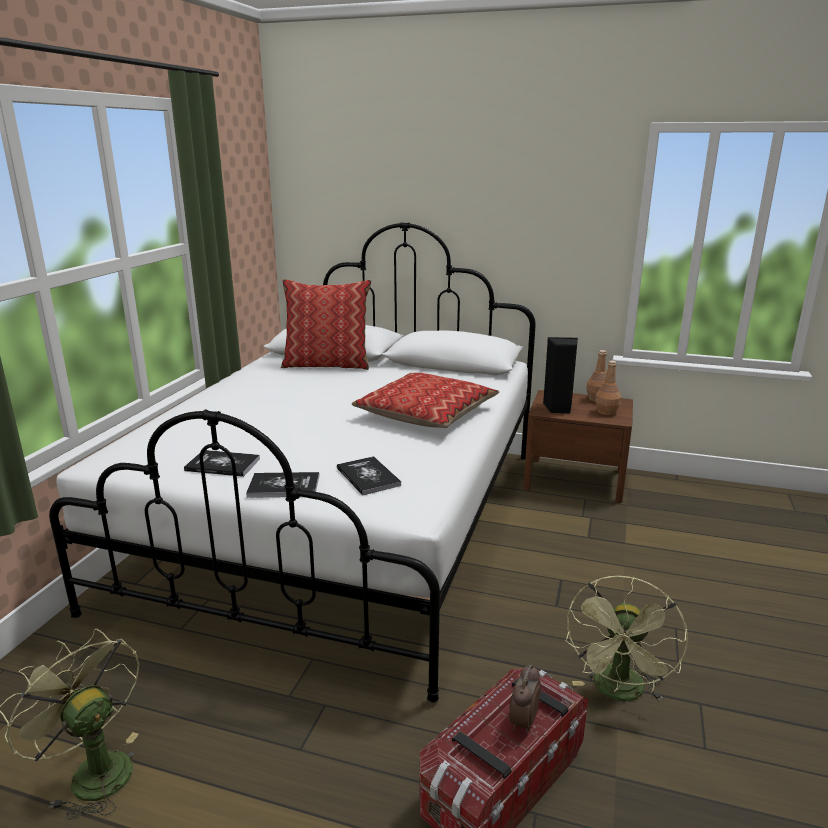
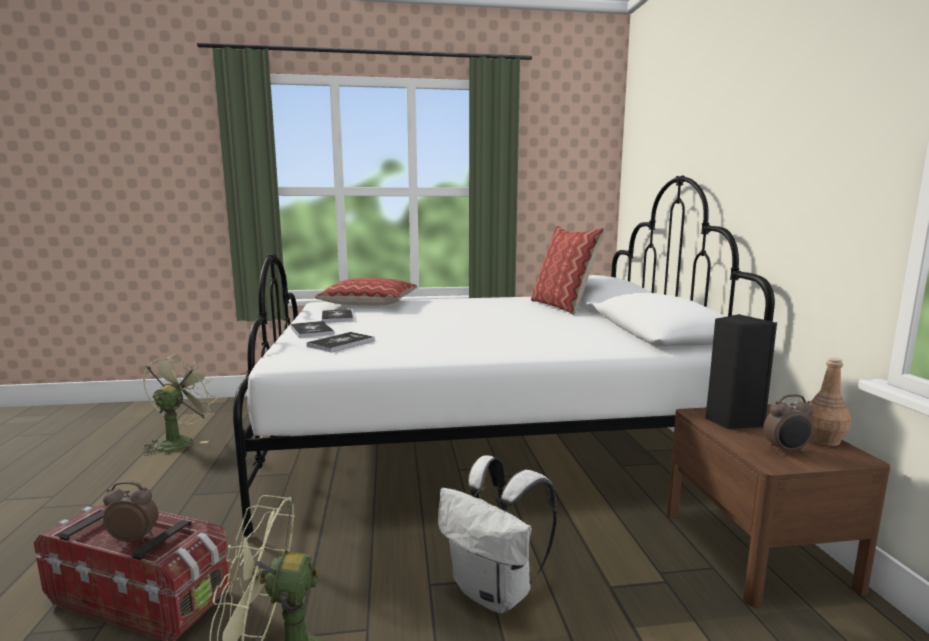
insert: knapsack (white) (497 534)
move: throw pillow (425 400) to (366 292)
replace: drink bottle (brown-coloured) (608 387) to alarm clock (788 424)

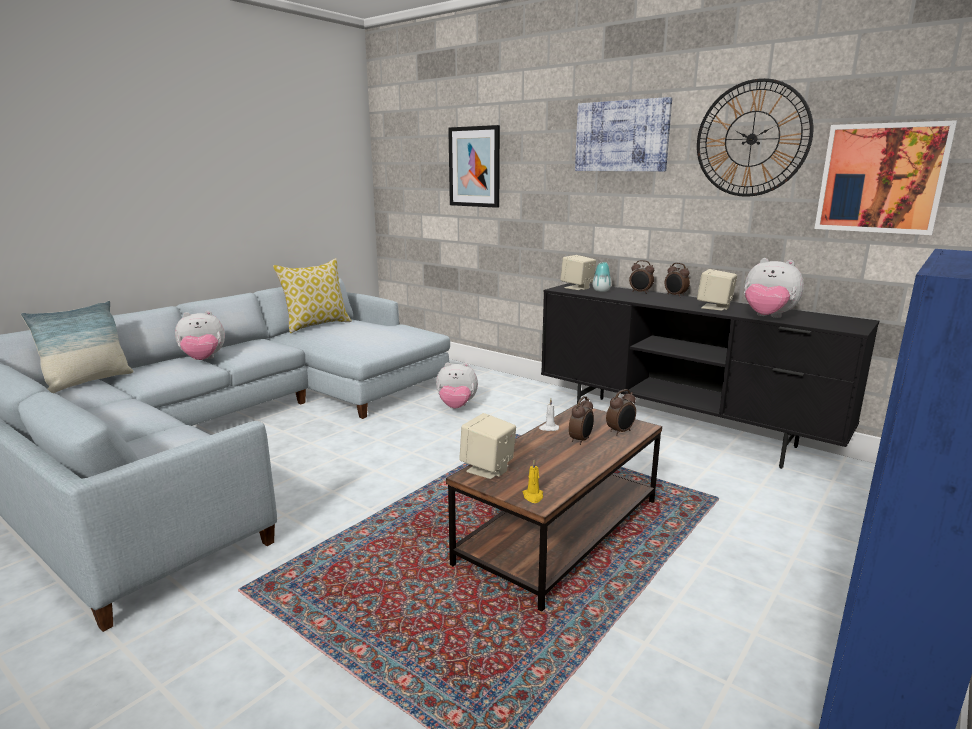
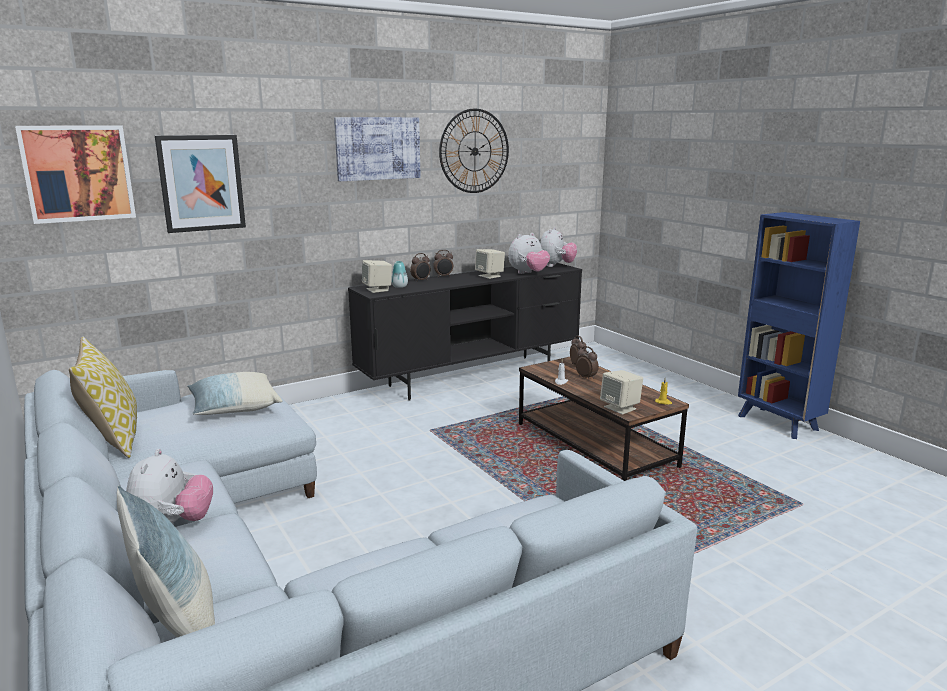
insert: throw pillow (234 393)
move: wall art (885 177) to (75 174); cuddly toy (457 386) to (558 247)

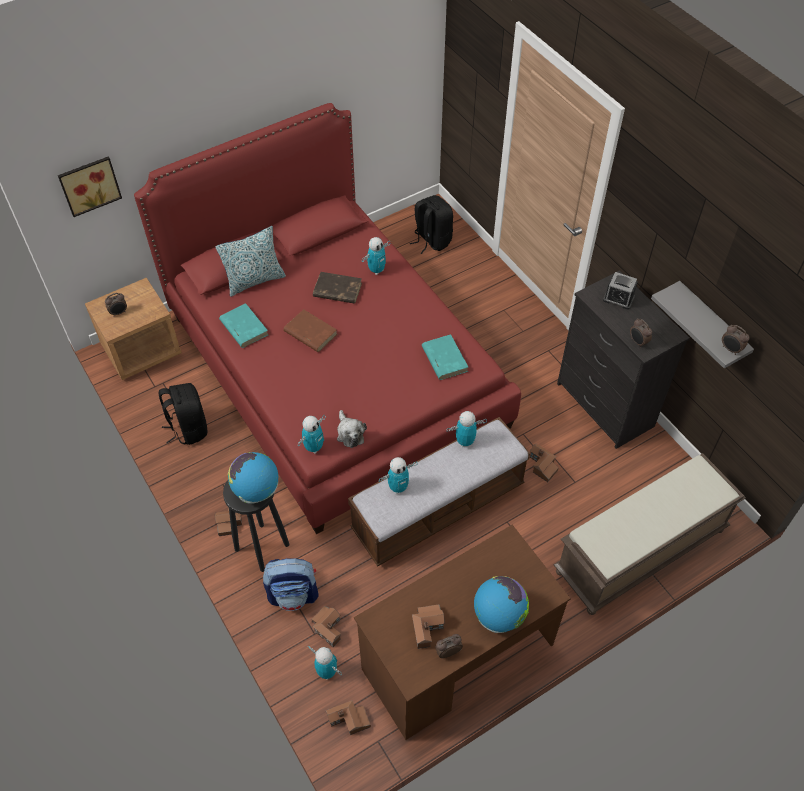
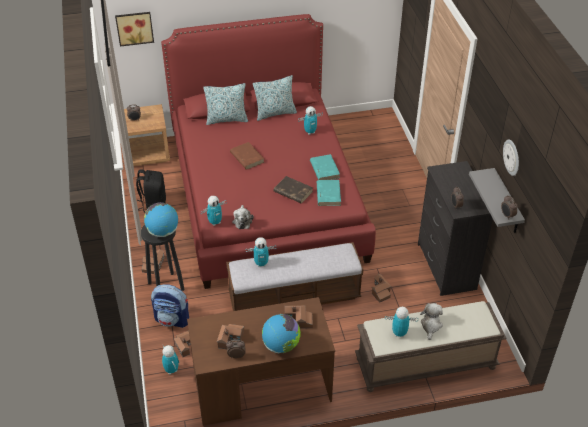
delete: knapsack (blackish) (431 224); alarm clock (620 291)
insert: throw pillow (275 98); cuddly toy (431 321); clock on the wall (511 157)
move: bound book (brown-coloured) (337 288) to (293 190); miniature house (348 717) to (299 316); bound book (turquoise) (243 325) to (325 167); model robot (466 429) to (401 322)

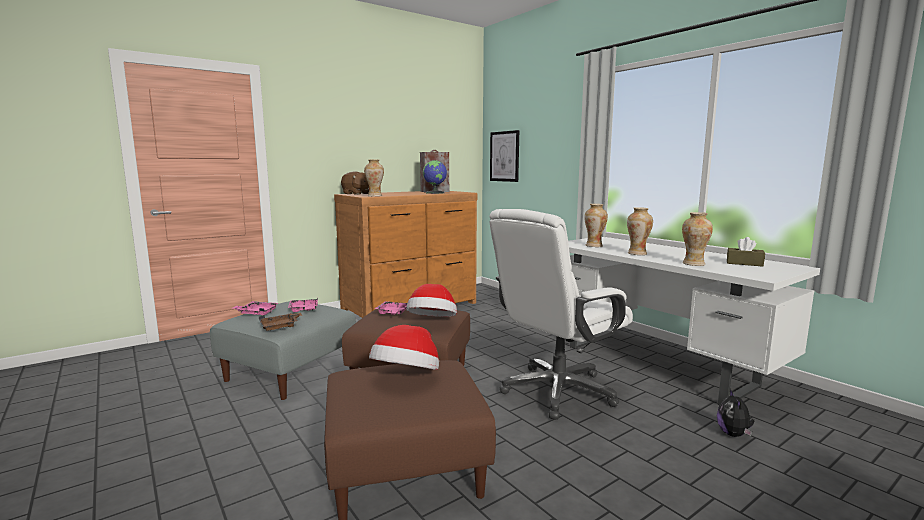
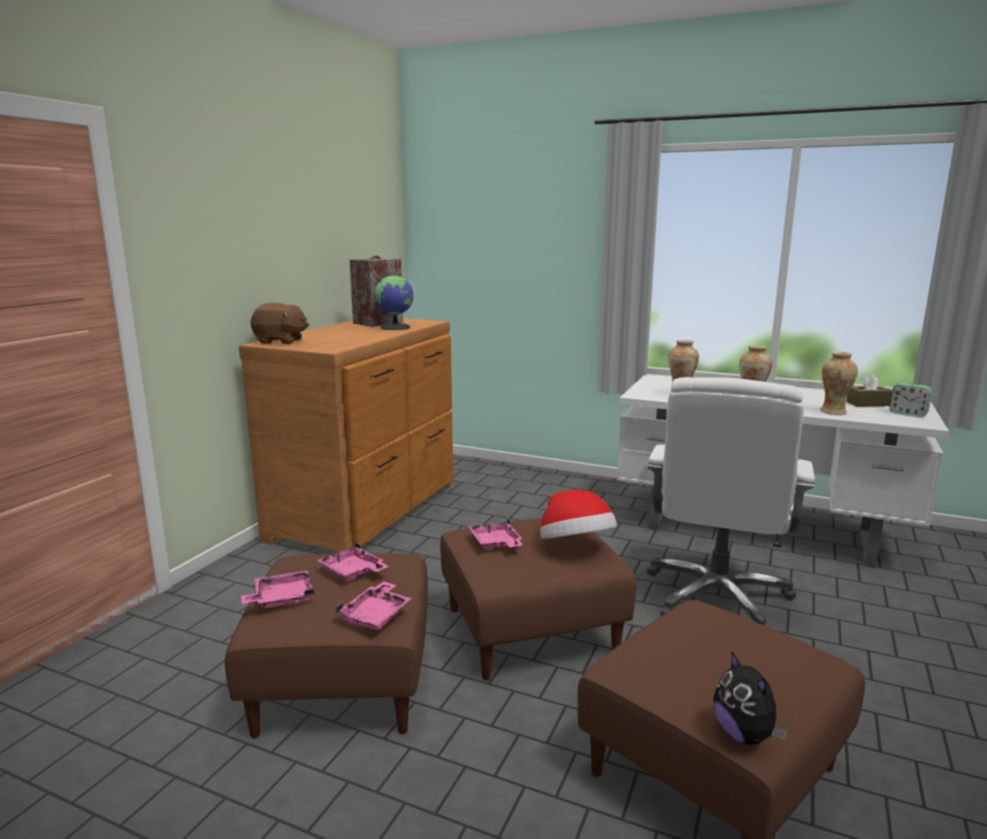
delete: vase (374 177); wearable hat (404 347); wall art (504 156)
insert: alarm clock (910 400)
move: cuddly toy (735 413) to (750 698)
recolor: pouffe (greyish) (283 350) to pouffe (brown-coloured) (326 645); carrying tray (brown-coloured) (280 322) to carrying tray (pink-coloured) (373 605)

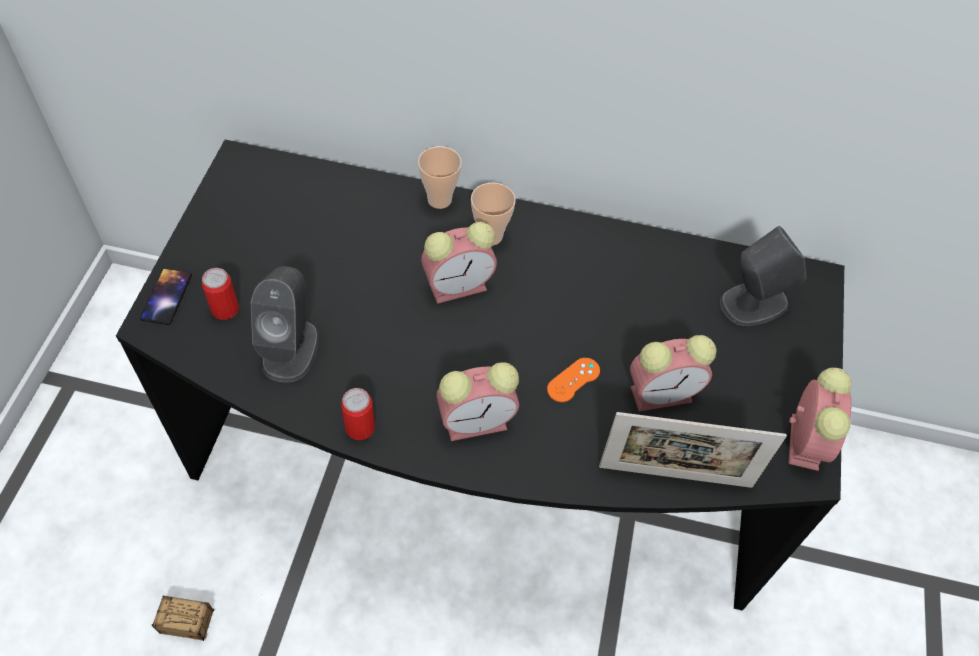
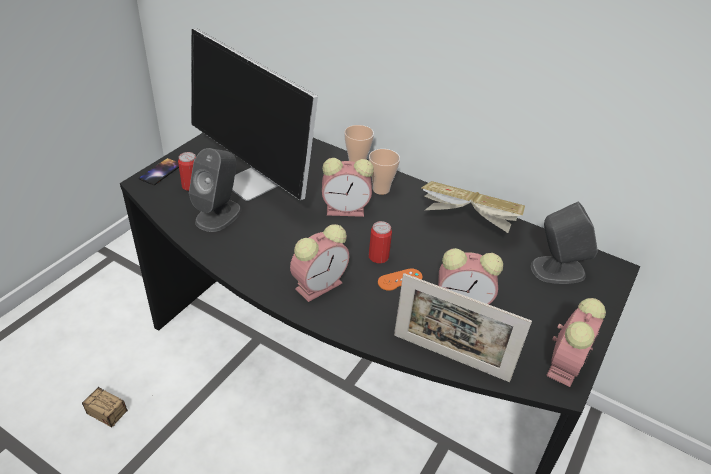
insert: monitor (254 115); bound book (473 207)
move: can (358 414) to (380 242)
rotate: alarm clock (477 401) = (319 263) 45 degrees counterclockwise

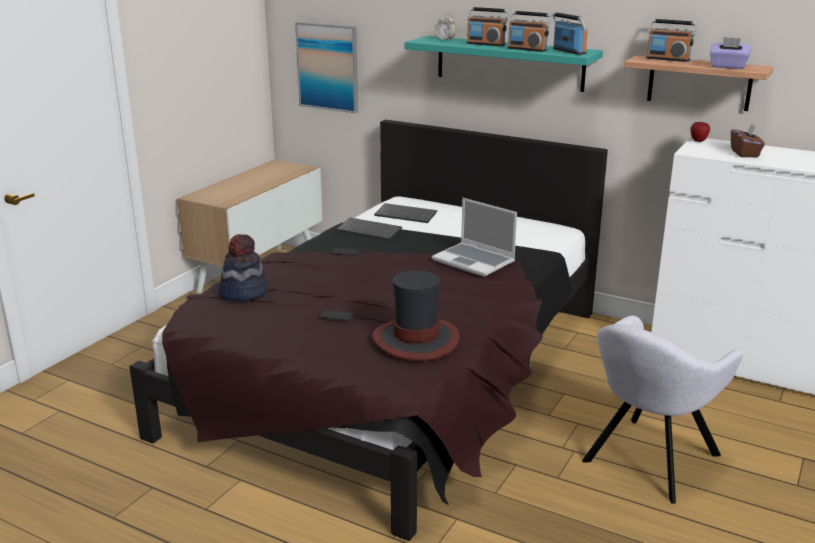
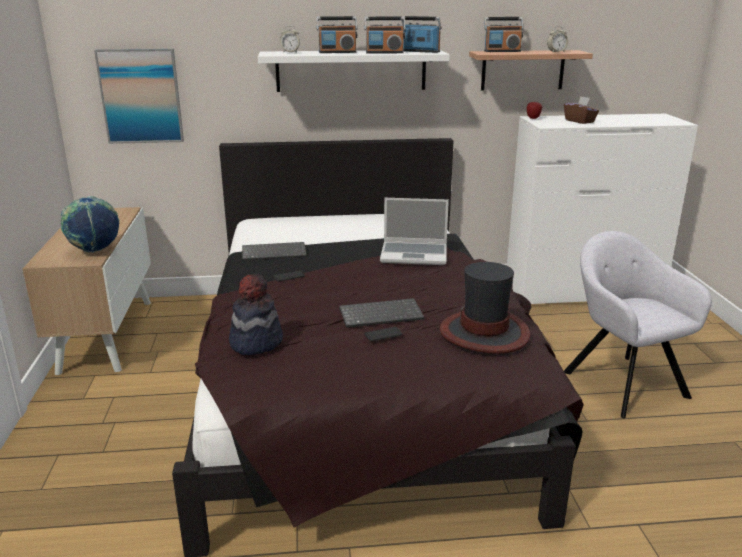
insert: world globe (90 224)
move: computer keyboard (405 213) to (381 313)
replace: tissue box (purplish) (730 53) to alarm clock (557 39)
recolor: wall shelf (turquoise) (503 64) to wall shelf (white) (354 71)
rotate: easy chair (greyish) (662 409) = (638 324) 150 degrees clockwise

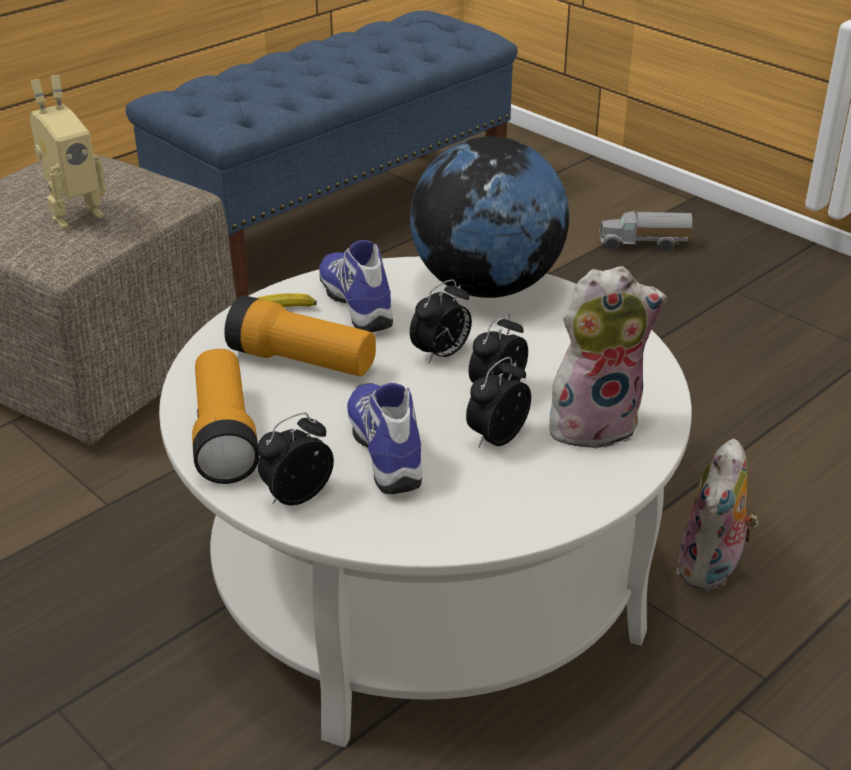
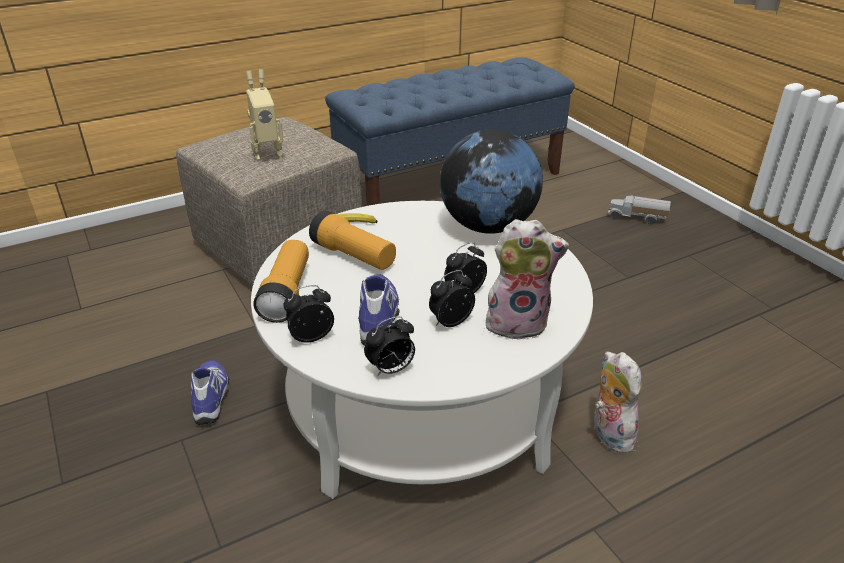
move: item of footwear (356 286) to (210 392); alarm clock (441 321) to (389 346)
rotate: cuddly toy (717 515) = (618 402) 120 degrees clockwise

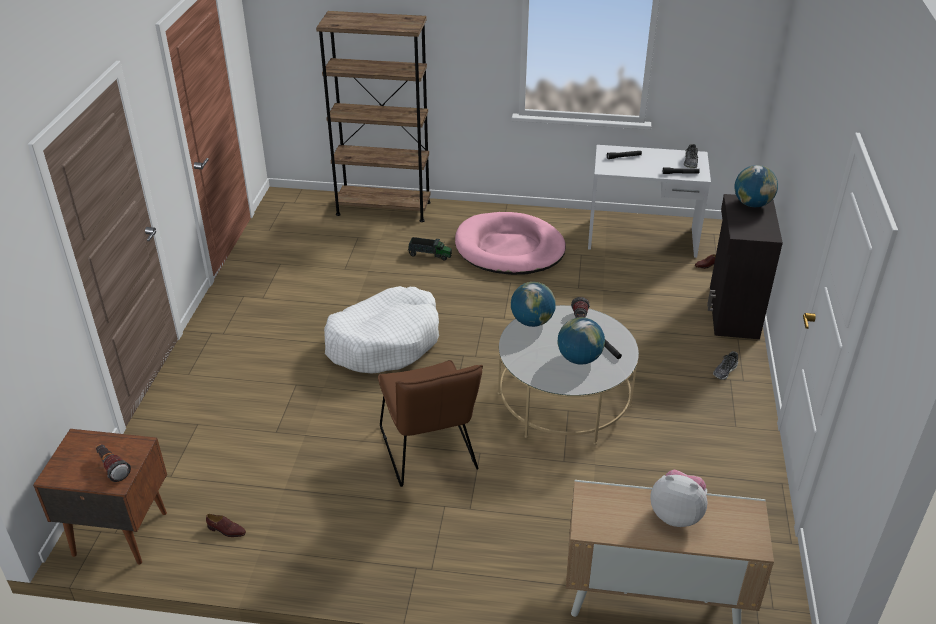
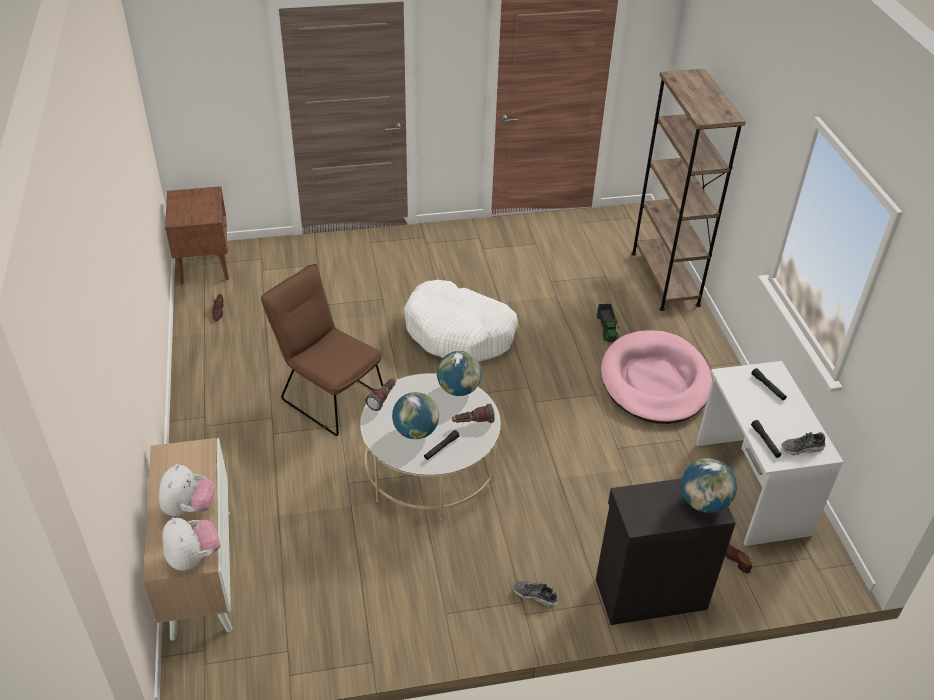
insert: cuddly toy (191 544)
move: hand torch (113 463) to (380 394)
rotate: upright chair (brown-coloured) (430 423) = (322 350) 75 degrees clockwise

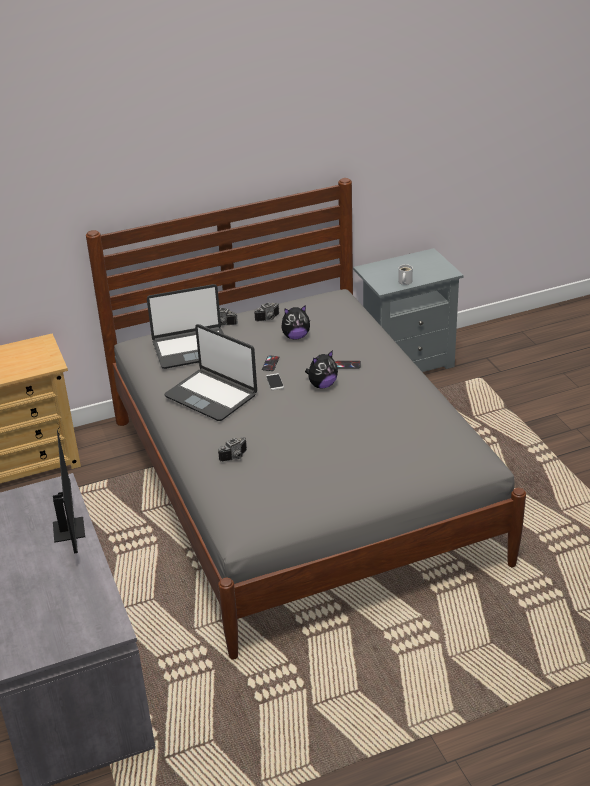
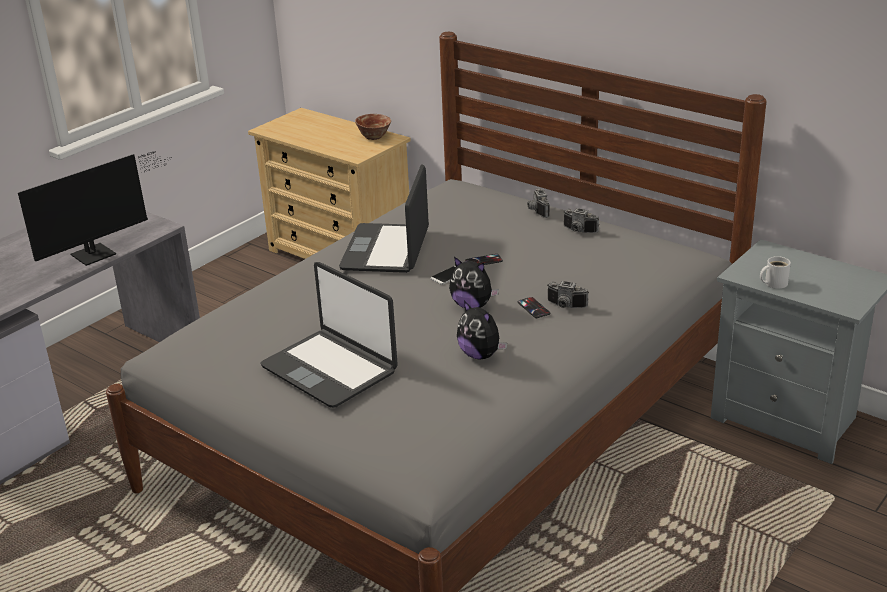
insert: deep dish (373 127)
move: portable computer (185 326) to (329 335); cuddly toy (296 322) to (482 330); photo camera (232 449) to (568 294)

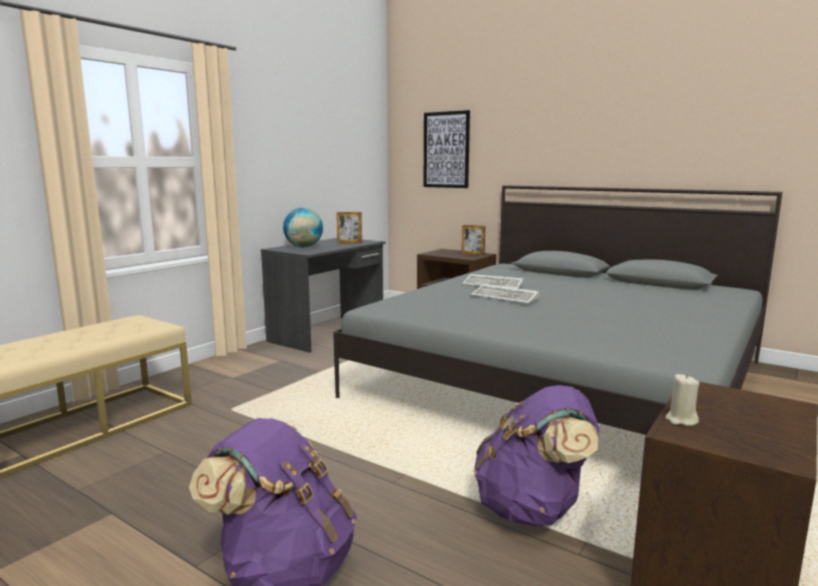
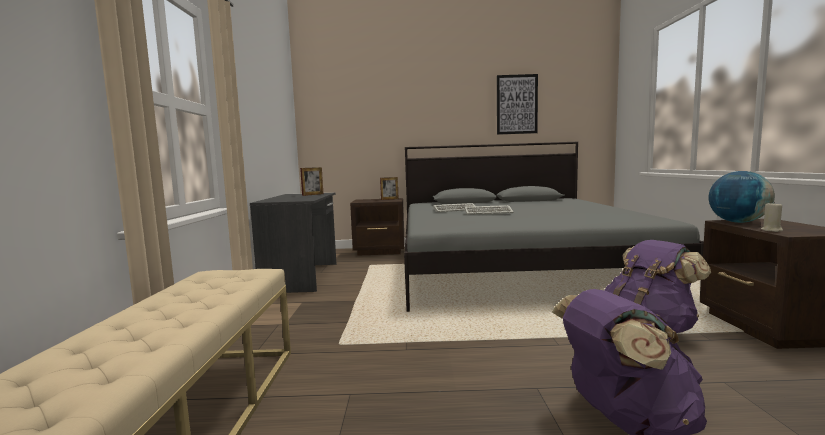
move: wall art (447 149) to (517 104); world globe (303 227) to (741 197)

